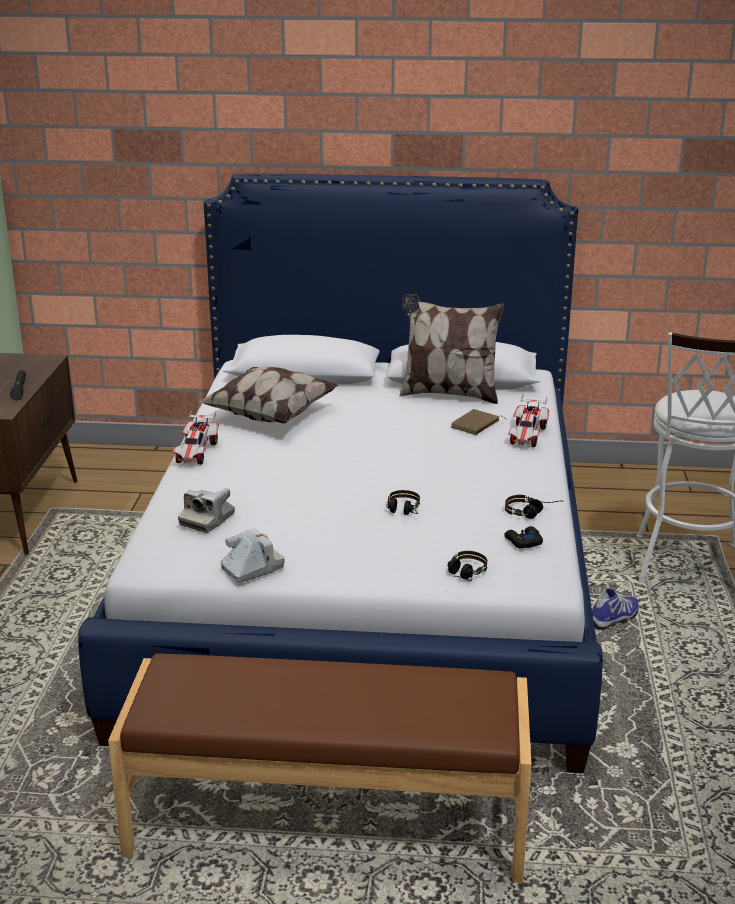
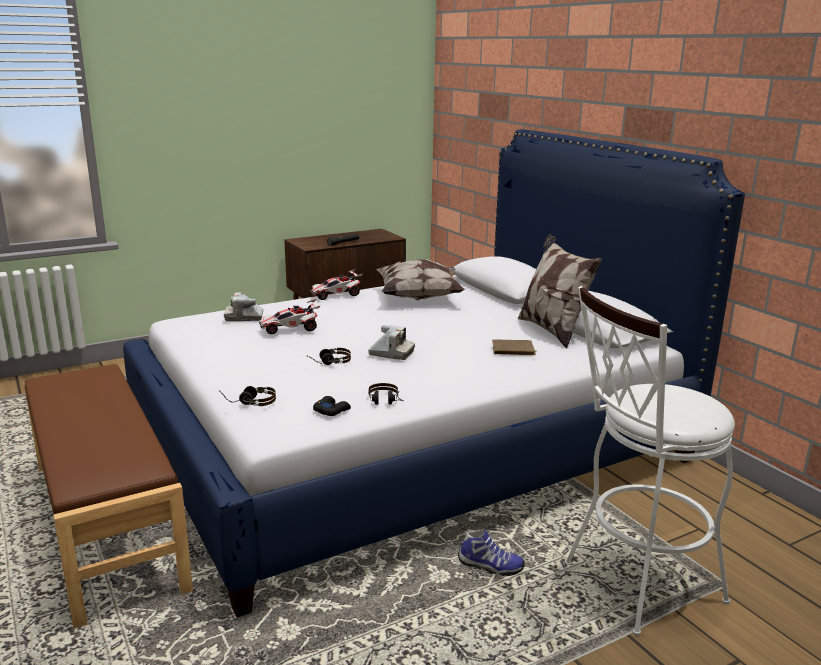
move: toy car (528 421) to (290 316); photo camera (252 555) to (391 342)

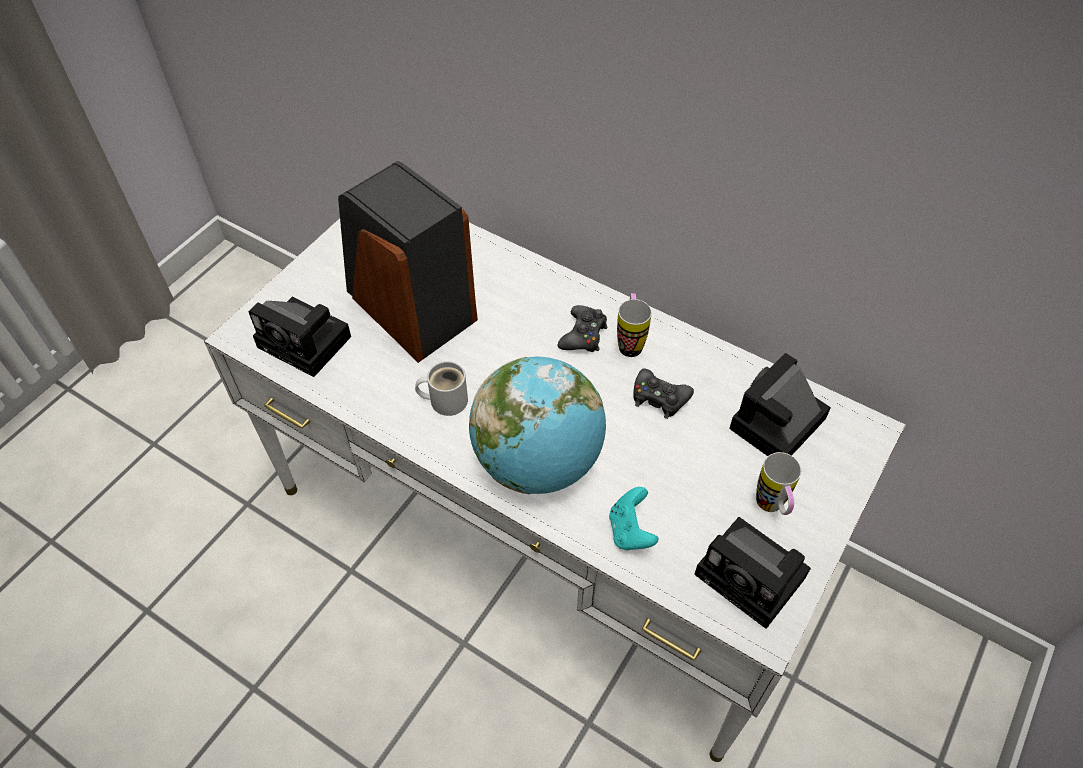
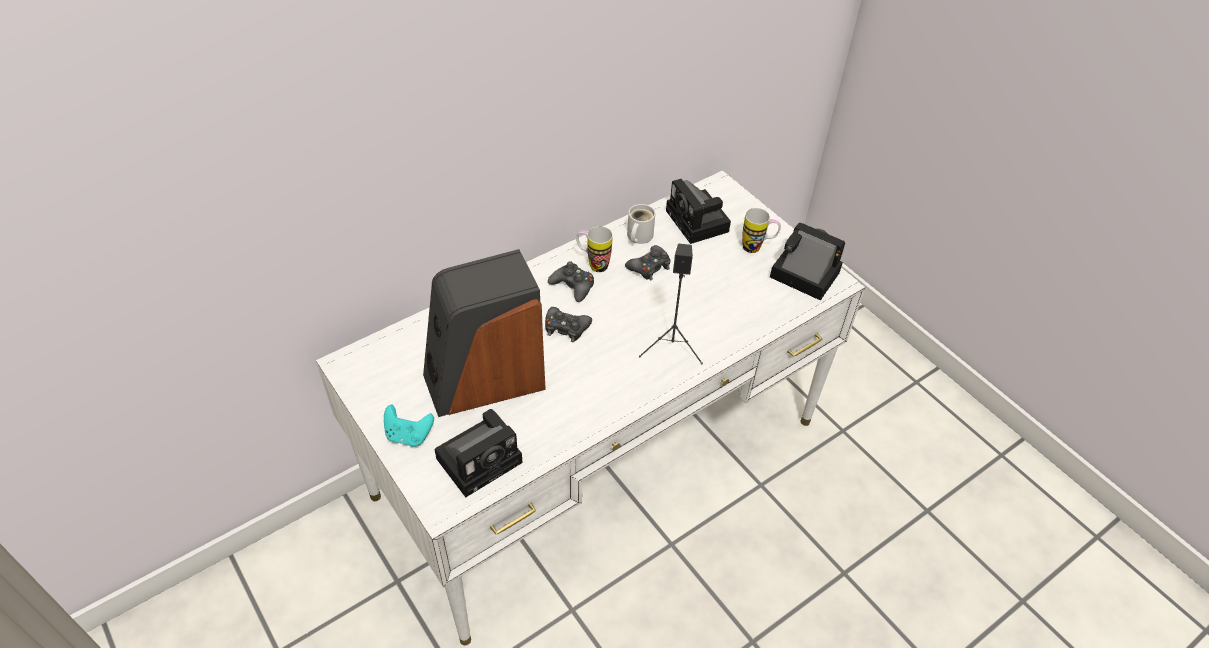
insert: joypad (blackish) (568 324)
move: joypad (turquoise) (633 518) to (409 425); mug (white) (441 388) to (641 224)
replace: world globe (537 425) to audio speaker (blackish) (671 304)
rotate: photo camera (752 573) = (807 261) 120 degrees counterclockwise

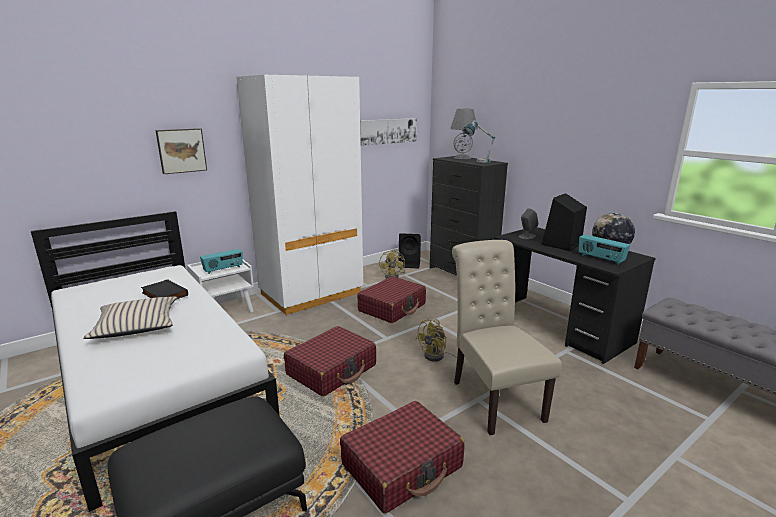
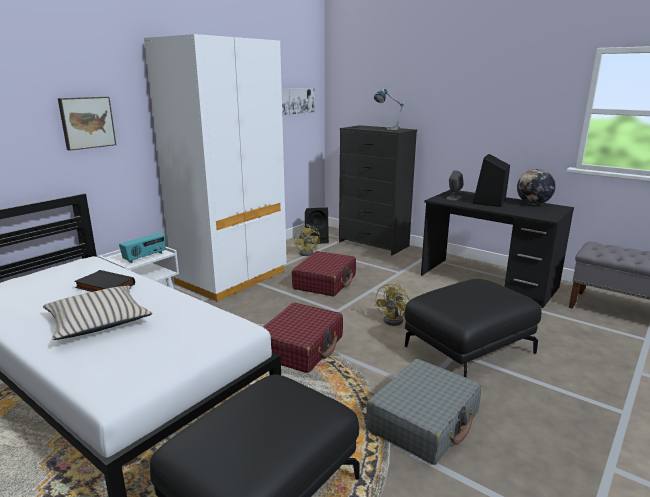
delete: tabletop lamp (greyish) (464 134); radio set (604 249)
replace: upright chair (sand-coloured) (507 337) to pouffe (blackish) (473 328)
recolor: suitcase (red-coloured) (402 457) to suitcase (greyish) (423 412)

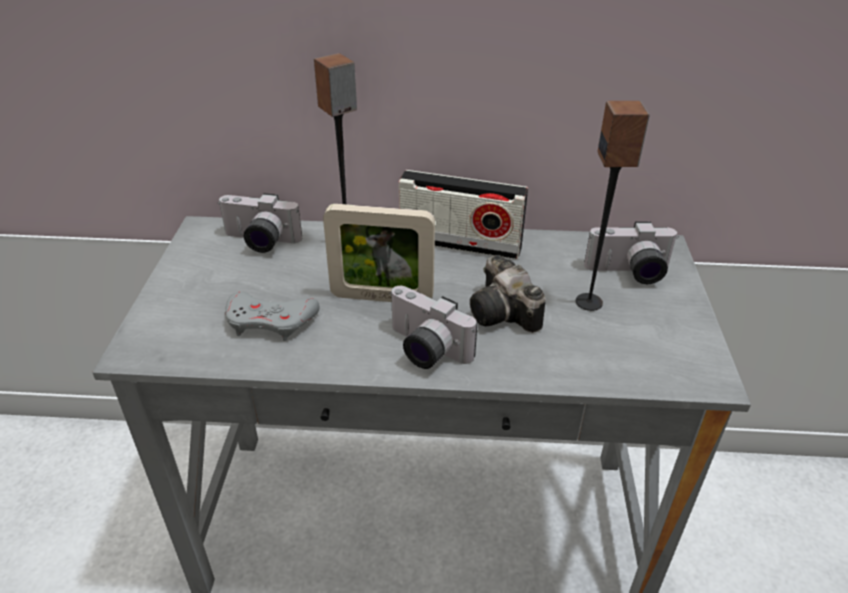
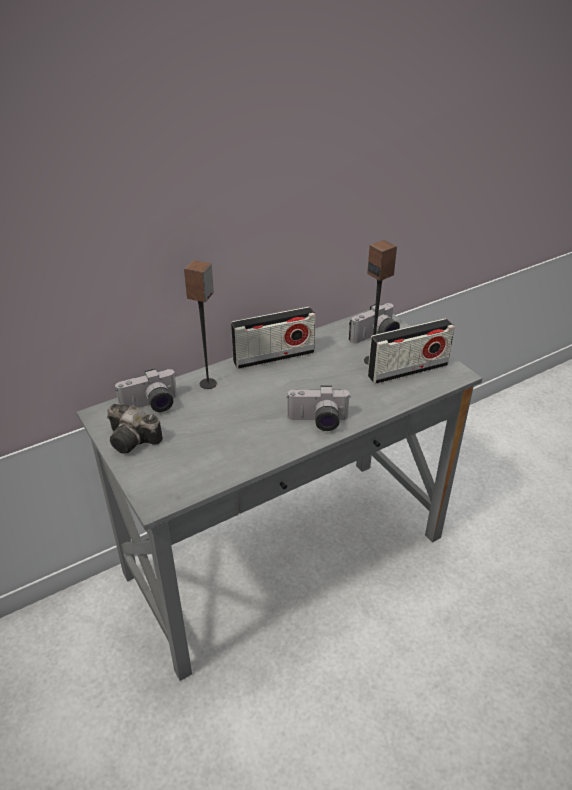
delete: joypad (greyish) (272 316); picture frame (379 253)
insert: radio set (411 351)
move: photo camera (508 294) to (135 429)

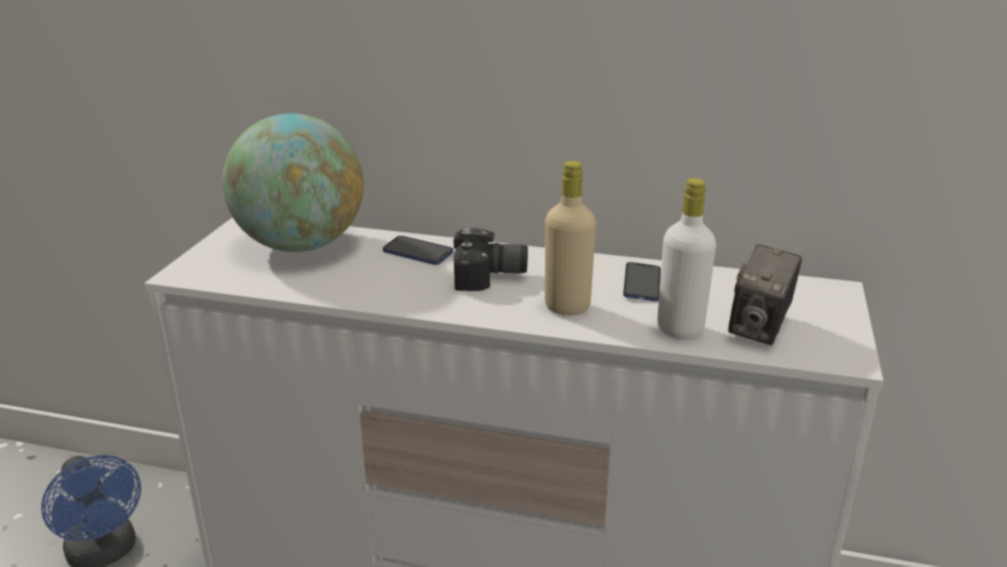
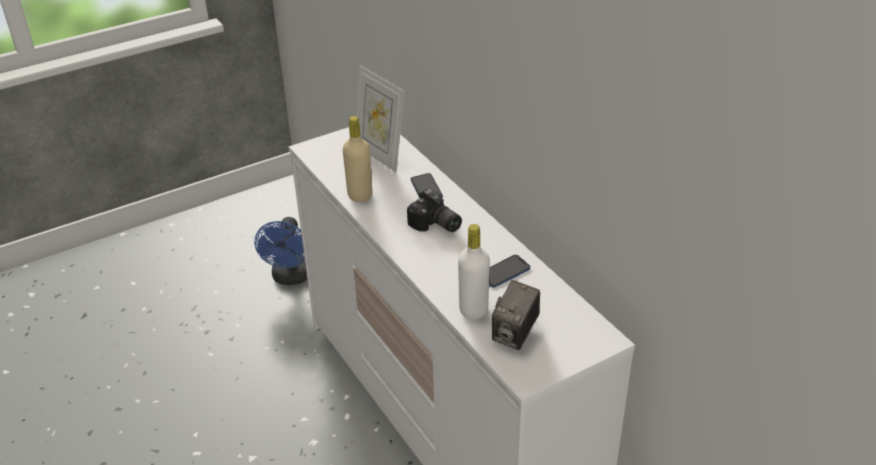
move: drink bottle (sand-coloured) (570 238) to (357 159)
replace: world globe (293 183) to picture frame (380 118)
rotate: photo camera (765 294) = (516 315) 45 degrees counterclockwise

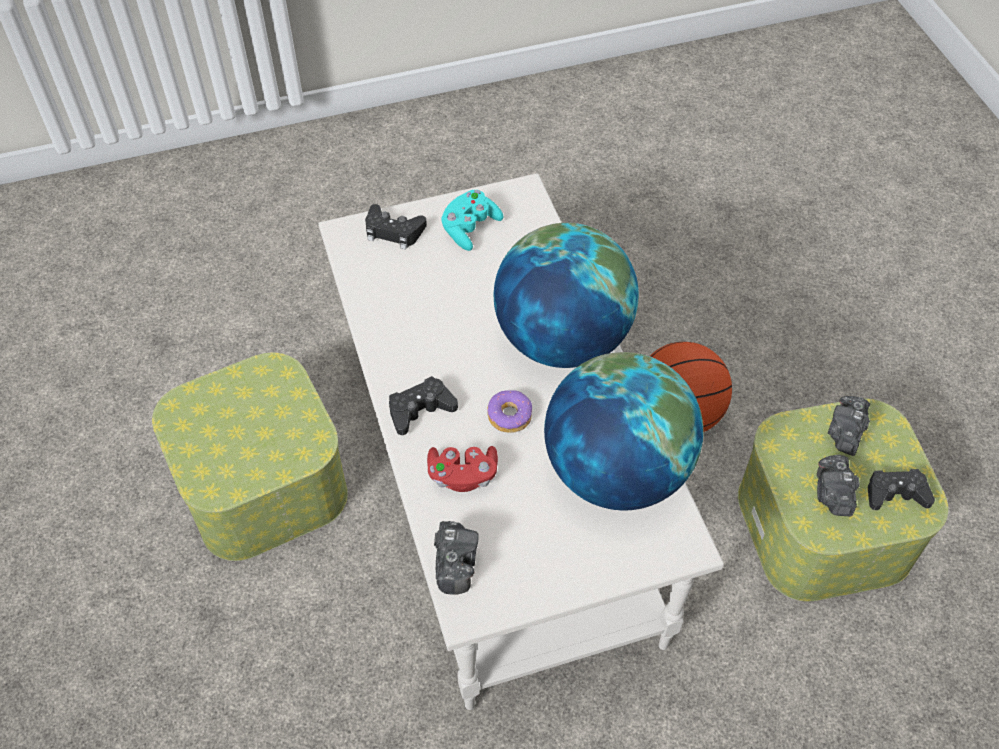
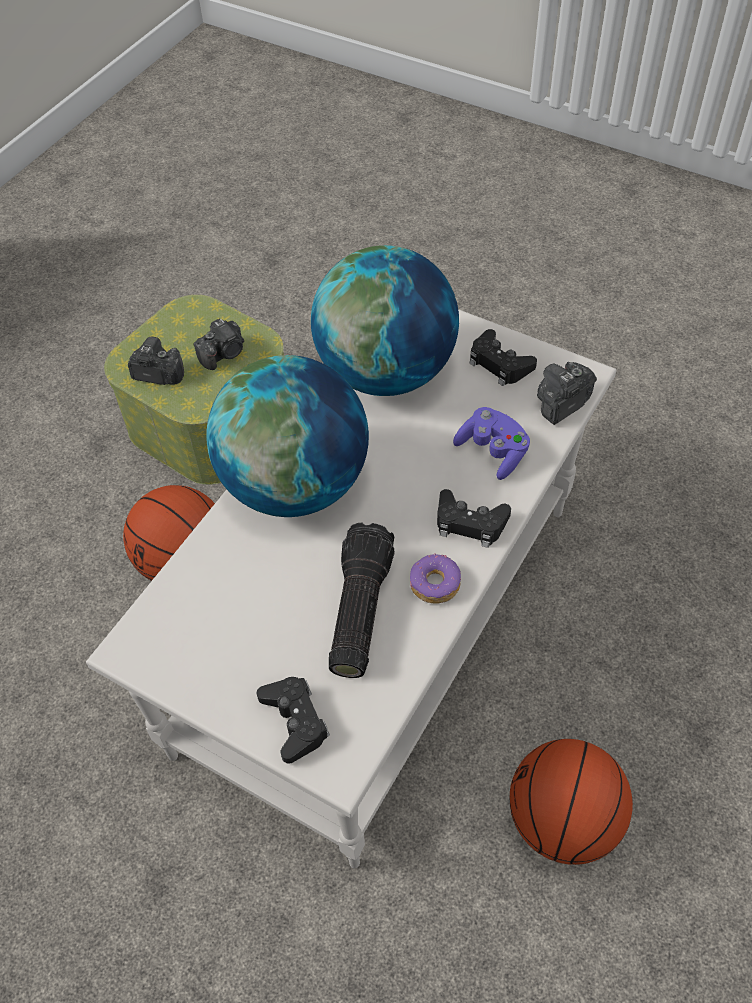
delete: joypad (turquoise) (472 220)
insert: hand torch (362 600)
move: doughnut (509 411) to (435 578); joypad (blackish) (901 489) to (503 357)
replace: storage box (250 457) to basketball (571 802)
recolor: joypad (red-coloured) (462 469) to joypad (purplish) (491 443)
rotate: photo camera (849 426) = (156 361) 150 degrees counterclockwise

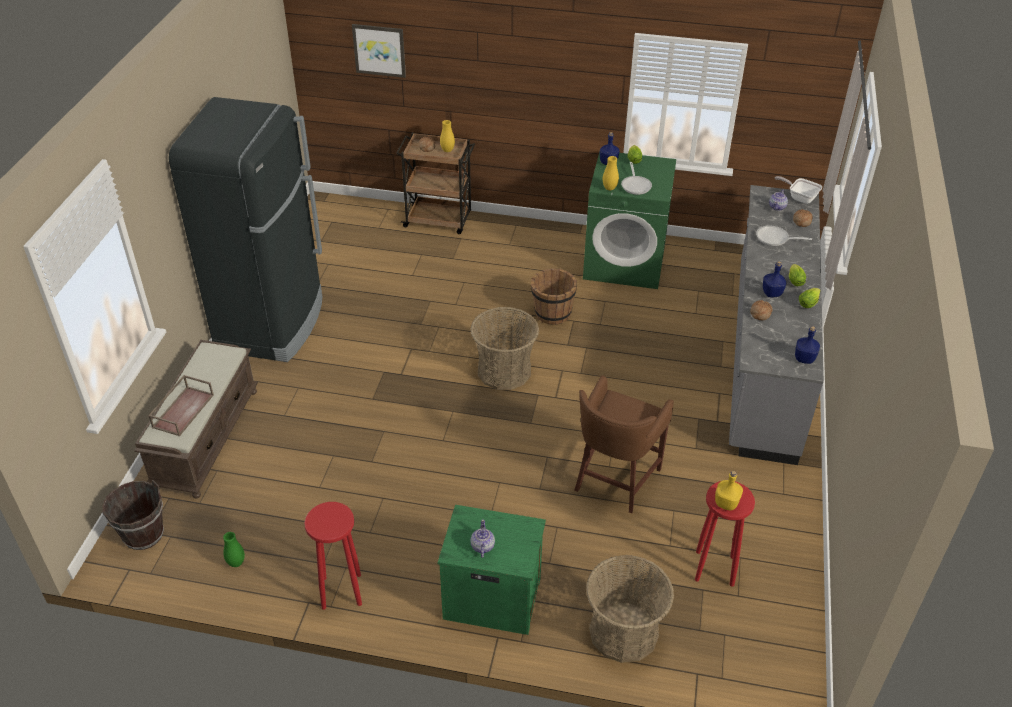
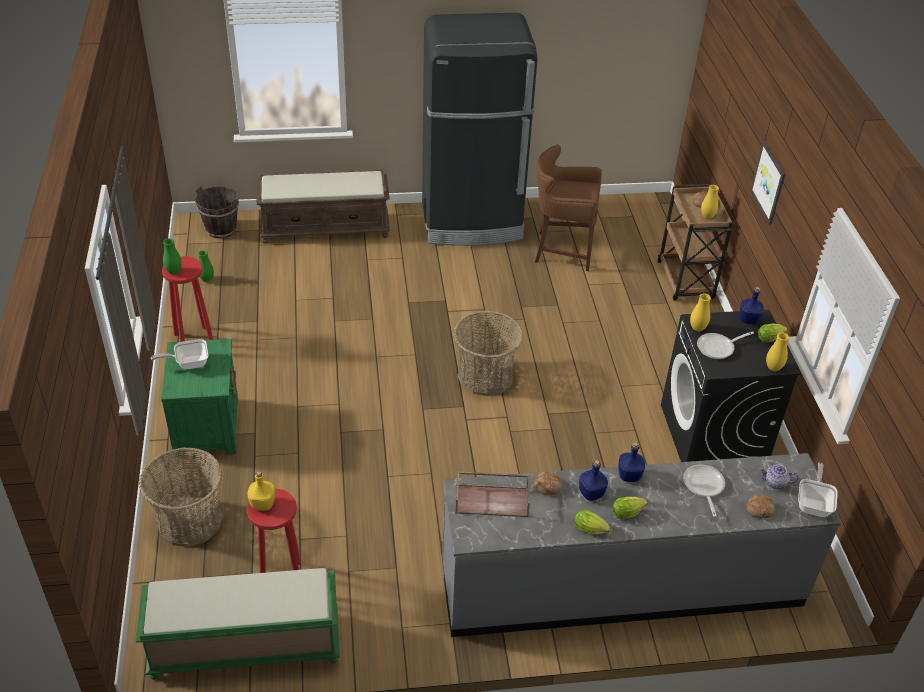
delete: bucket (brown-coloured) (554 296)
insert: indoor bench (greenish) (238 624); vase (greenish) (172 256); vase (yellow) (777 352)
move: carrying tray (brown-coloured) (181 406) to (492 494); stool seat (brown-coloured) (624 444) to (568 208); drink bottle (blue) (807 345) to (632 462); wall art (379 51) to (767 183)
replace: pot for tea (482 538) to skillet (179 354)
recolor: laundry appliance (greenish) (629 220) to laundry appliance (blackish) (731 386)

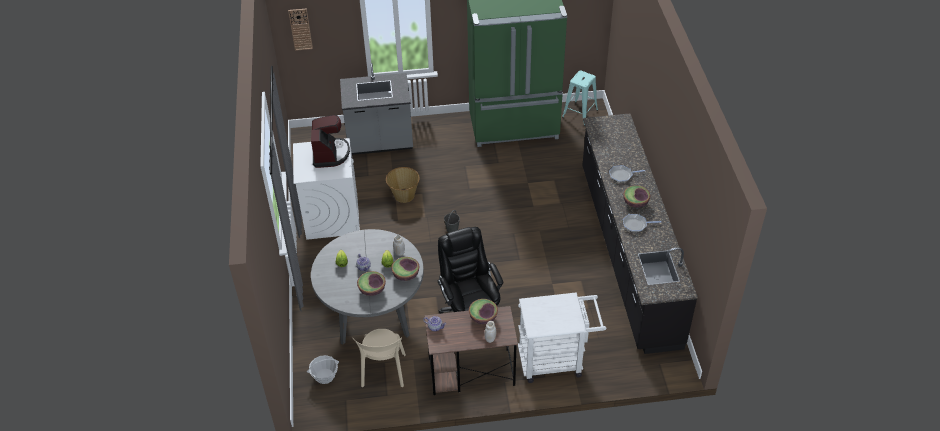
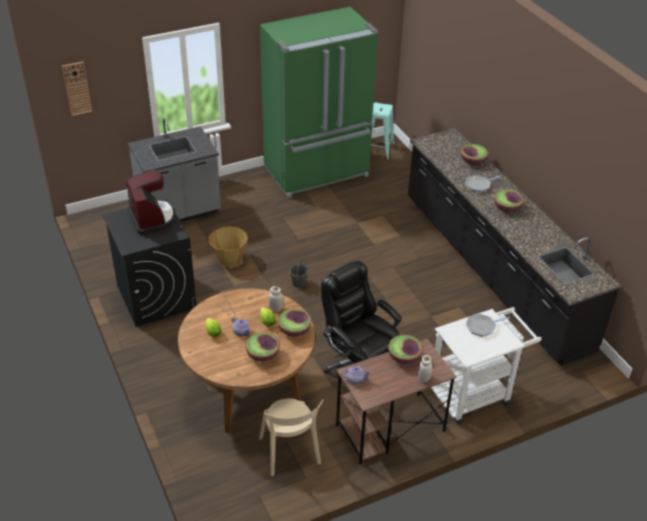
delete: storage basket (323 369)
insert: deep dish (475 154)
move: skillet (642 223) to (488 325)
recolor: laundry appliance (white) (326 189) to laundry appliance (blackish) (149 263); dinner table (greyish) (367 287) to dinner table (brown-coloured) (246 360)

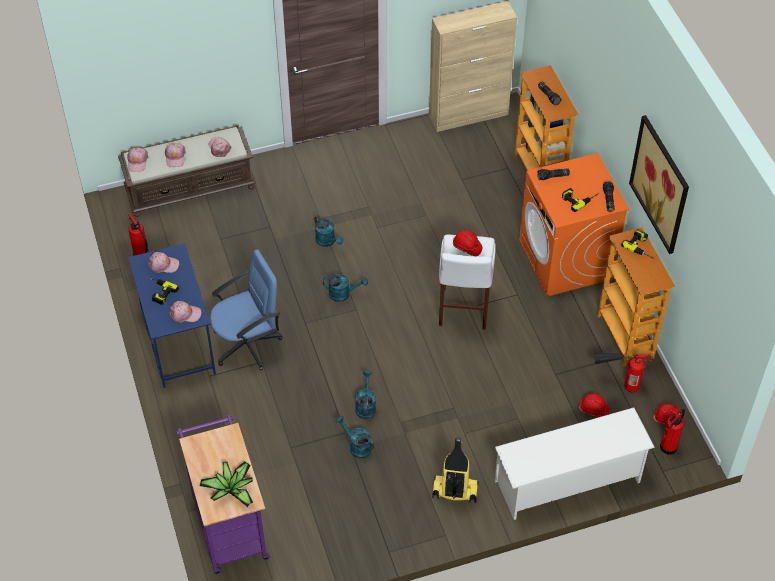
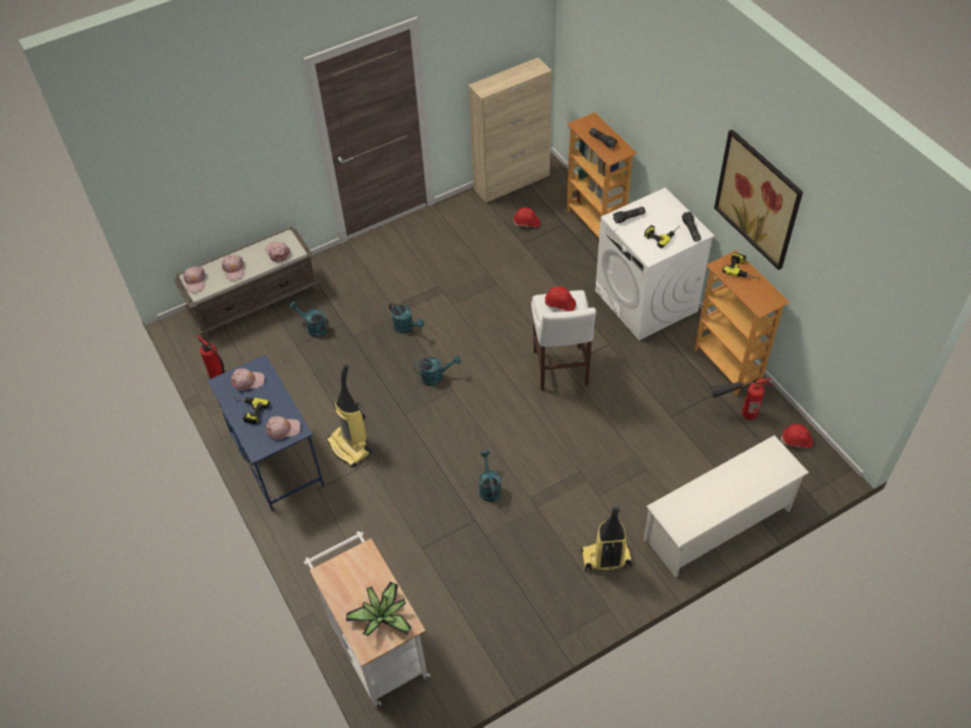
delete: fire-fighting cylinder (672 432)
move: watering pot (turquoise) (355 437) to (309 319); work helmet (red-coloured) (594 405) to (526 217)
replace: computer chair (blue) (246 309) to hoover (349 415)
recolor: cart (purplish) (223 494) to cart (white) (367 619); laundry appliance (orange-coloured) (574 225) to laundry appliance (white) (655 263)

